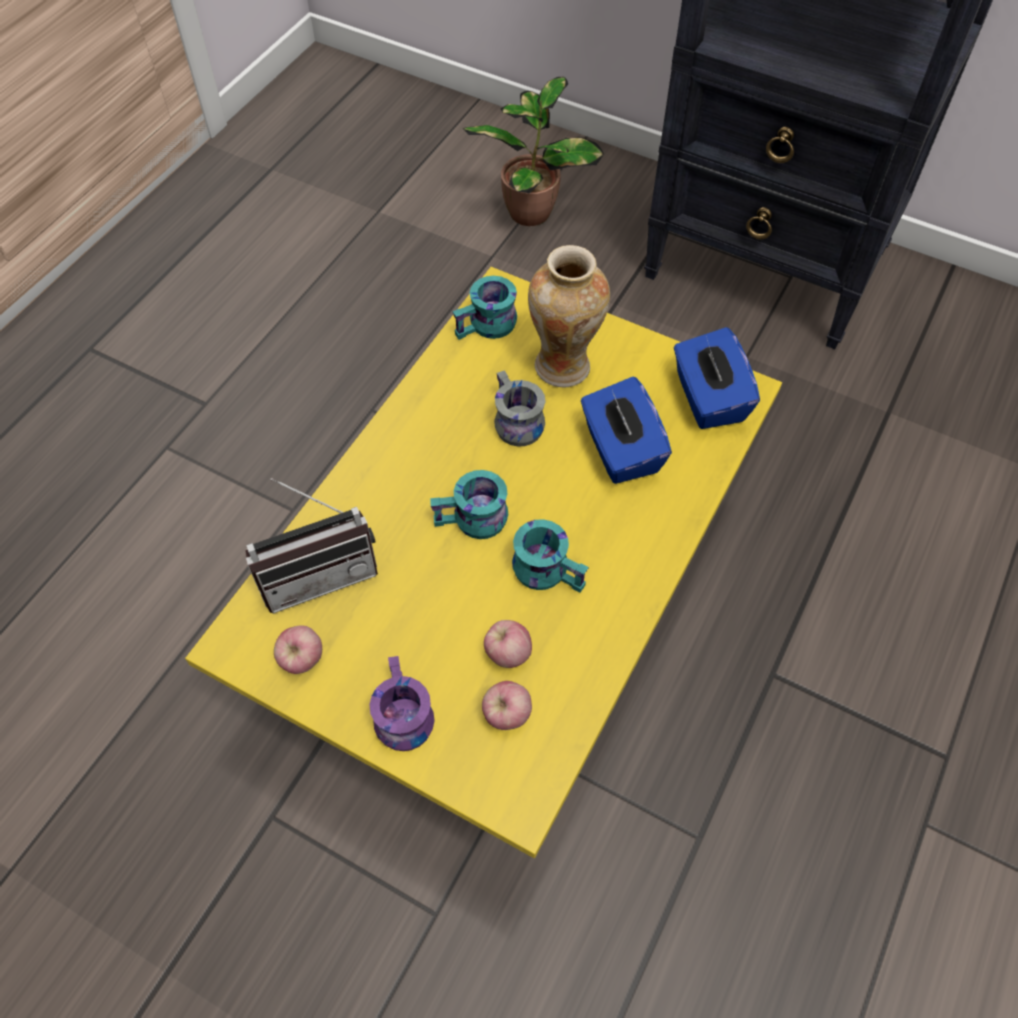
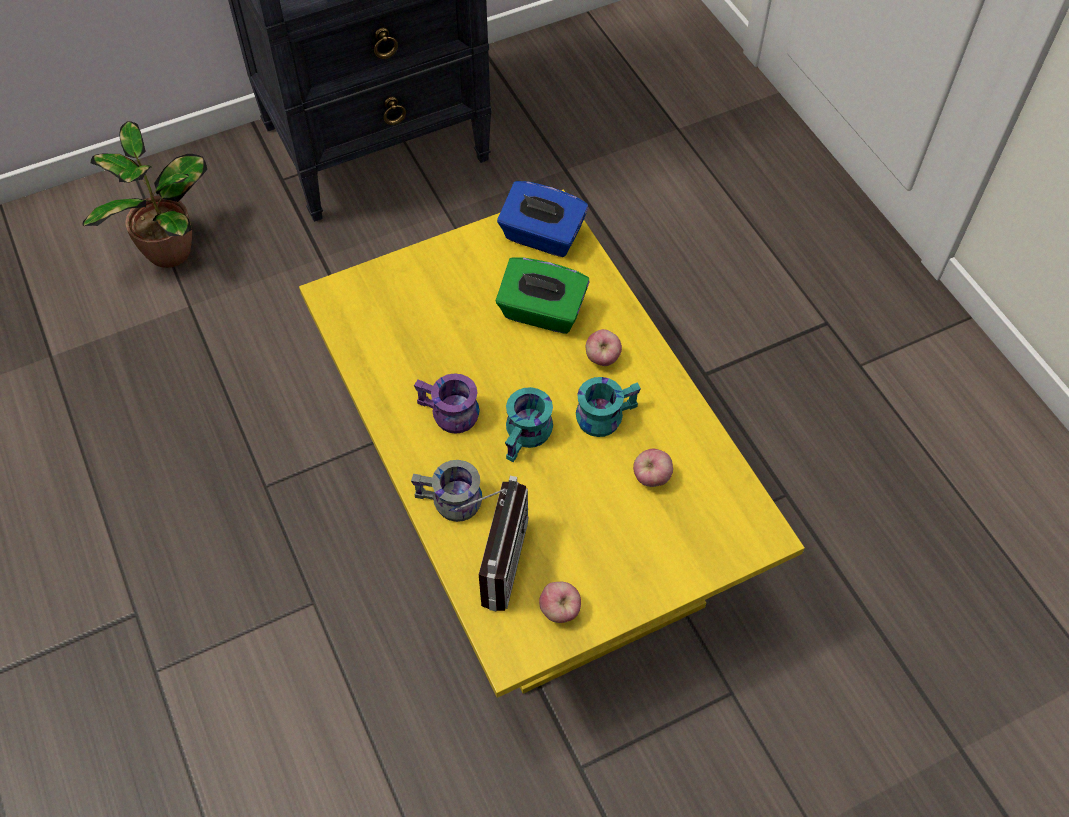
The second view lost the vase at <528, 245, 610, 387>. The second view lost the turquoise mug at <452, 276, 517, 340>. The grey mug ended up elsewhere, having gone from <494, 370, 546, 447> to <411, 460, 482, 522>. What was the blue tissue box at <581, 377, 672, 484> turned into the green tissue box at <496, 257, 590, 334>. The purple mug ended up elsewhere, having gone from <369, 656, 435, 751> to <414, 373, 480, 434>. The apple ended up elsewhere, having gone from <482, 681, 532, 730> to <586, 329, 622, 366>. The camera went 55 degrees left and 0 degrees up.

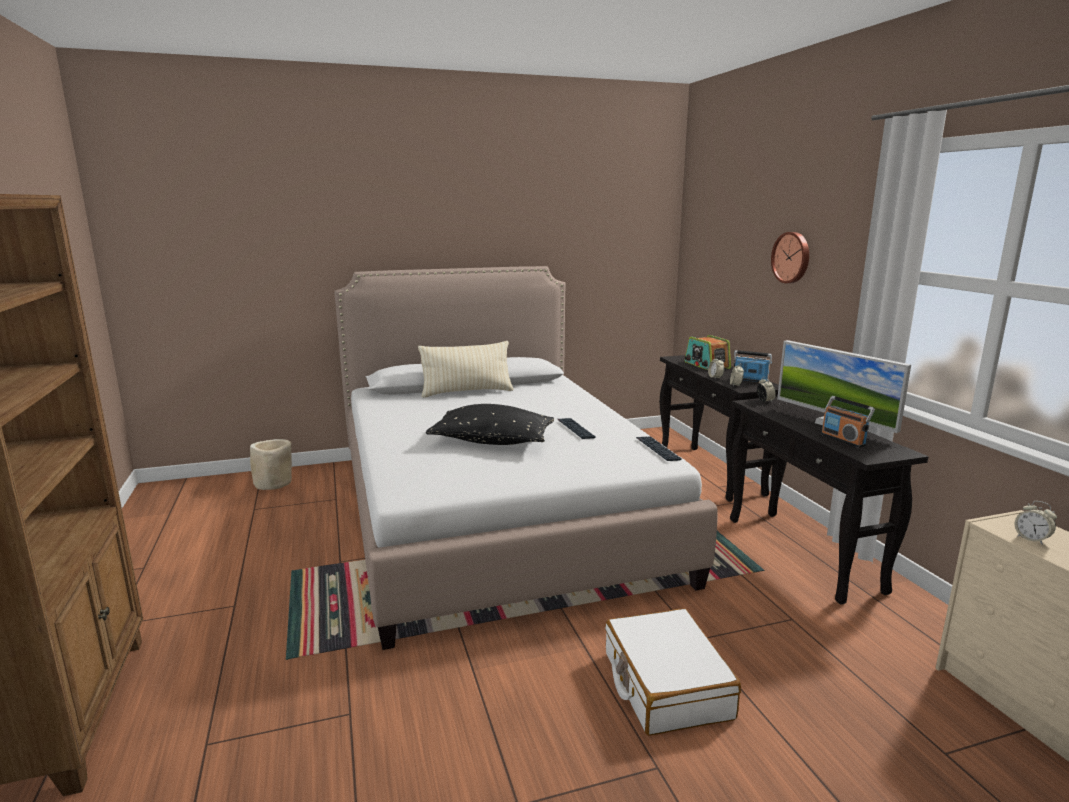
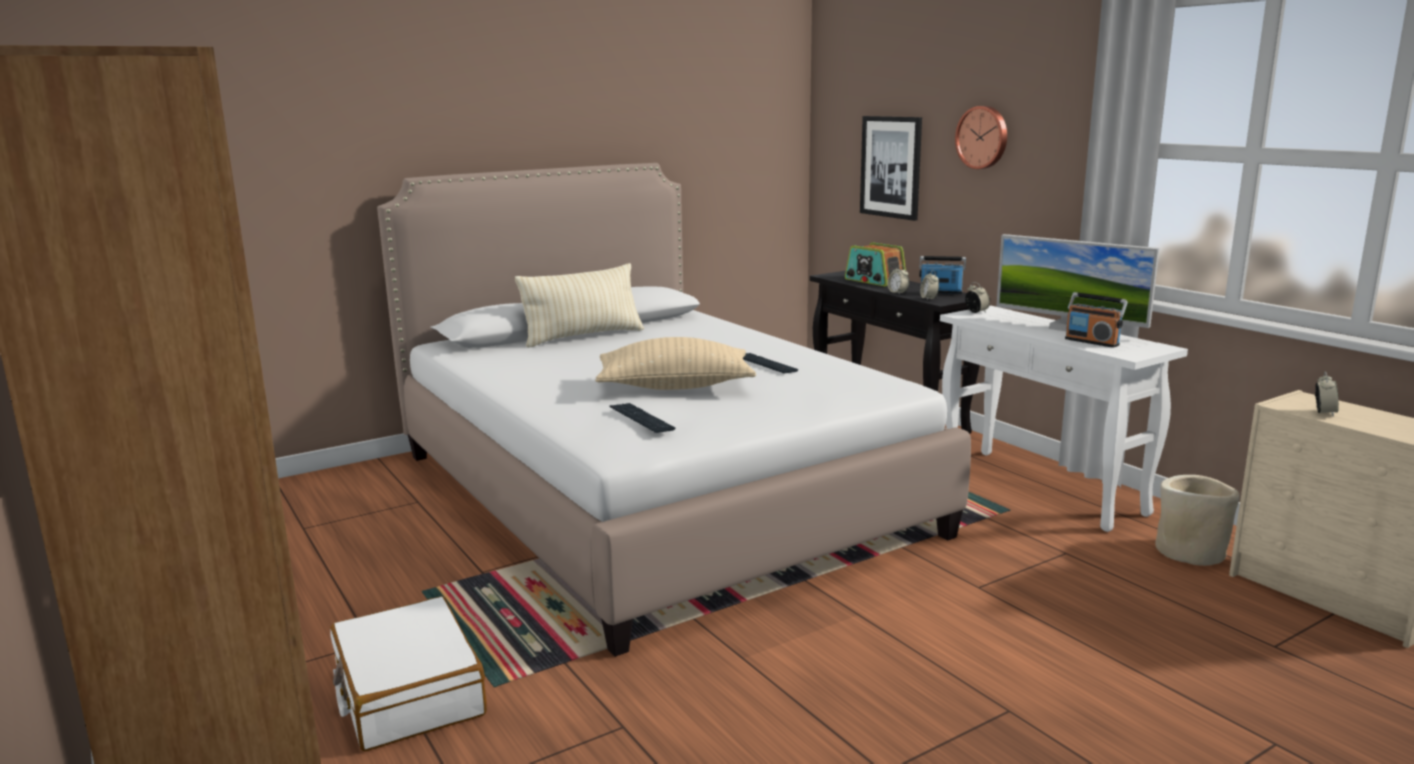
What was the black console table at <730, 396, 929, 605> turned into the white console table at <940, 306, 1188, 532>. What was the black pillow at <426, 404, 554, 445> turned into the beige pillow at <595, 337, 756, 390>. The keyboard ended up elsewhere, having gone from <636, 436, 682, 461> to <609, 403, 675, 433>. The beige planter ended up elsewhere, having gone from <250, 439, 292, 490> to <1155, 475, 1240, 566>. The alarm clock at <1015, 501, 1057, 545> ended up facing another way, 105 degrees counterclockwise from before. The white suitcase ended up elsewhere, having gone from <605, 608, 741, 736> to <330, 596, 487, 751>. The second view gained the picture at <860, 116, 922, 221>. The camera went 15 degrees left and 0 degrees up.

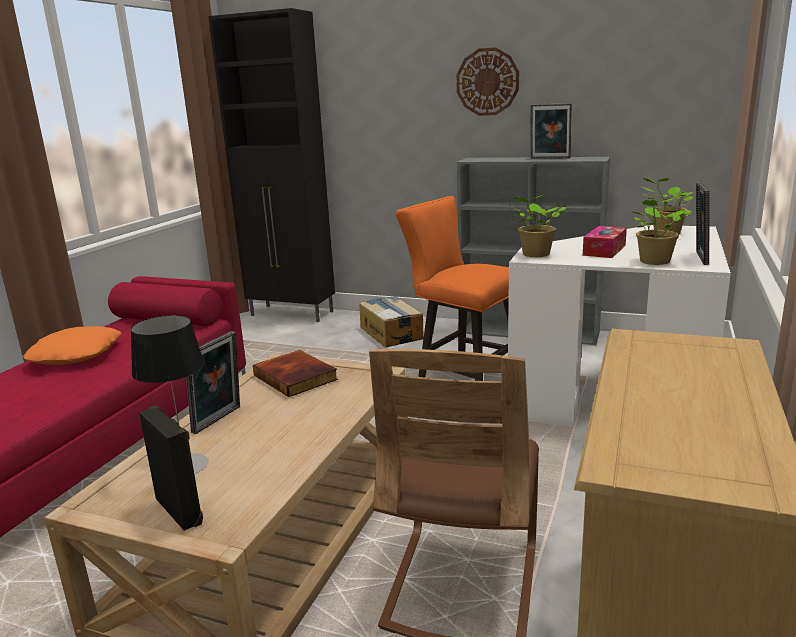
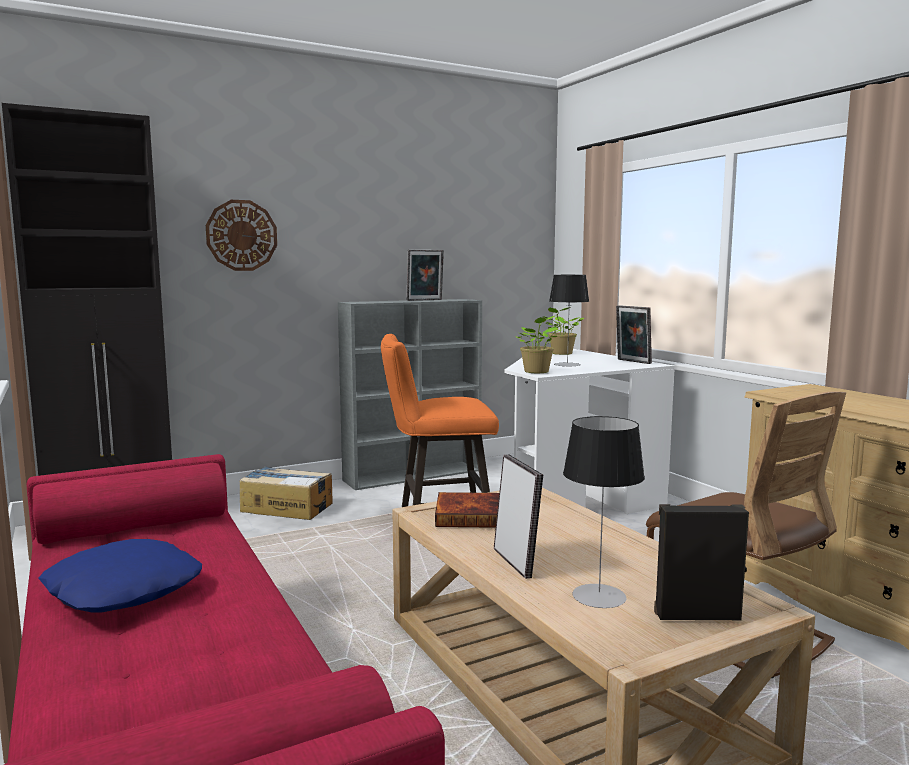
The wall clock ended up elsewhere, having gone from <456, 47, 519, 116> to <206, 200, 277, 271>. The second view lost the potted plant at <631, 198, 691, 265>. Where the tissue box stood at <583, 226, 627, 258>, the table lamp came to stand at <549, 275, 589, 367>. What was the orange pillow at <23, 326, 121, 365> turned into the blue pillow at <38, 539, 202, 612>. The camera went 50 degrees left and 10 degrees down.

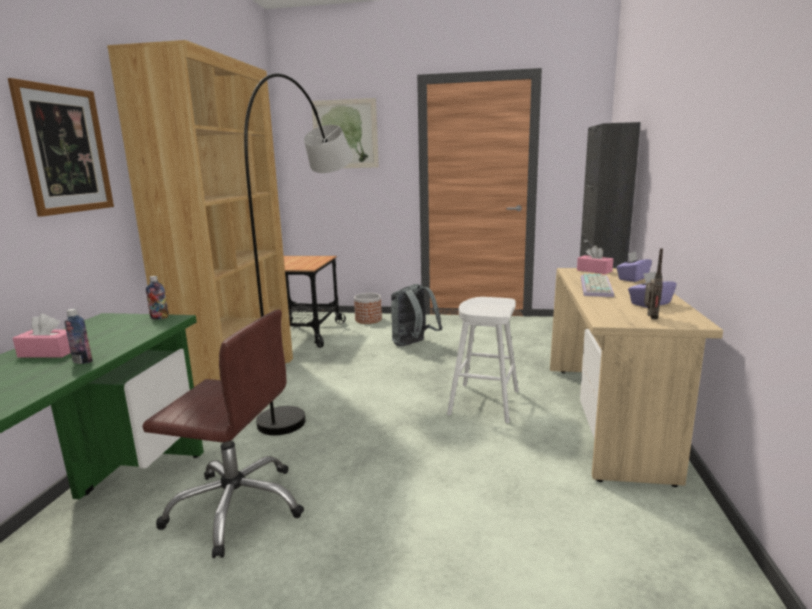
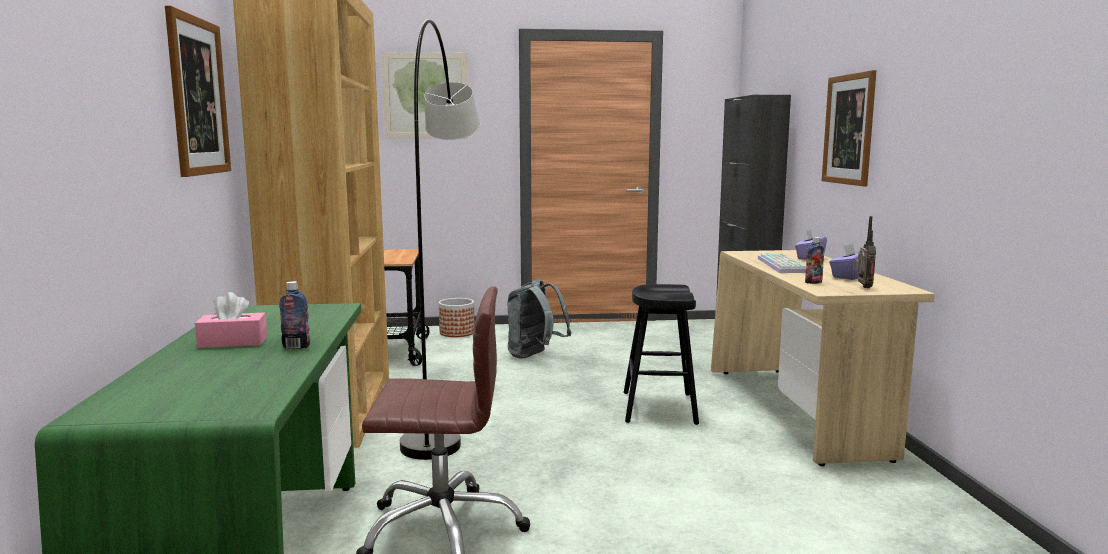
The second view lost the pink tissue box at <577, 245, 613, 274>. The bottle ended up elsewhere, having gone from <146, 276, 169, 319> to <805, 237, 824, 284>. What was the white stool at <447, 297, 519, 423> turned into the black stool at <624, 284, 699, 425>. The second view gained the picture at <822, 70, 876, 186>. The camera went 15 degrees left and 5 degrees down.

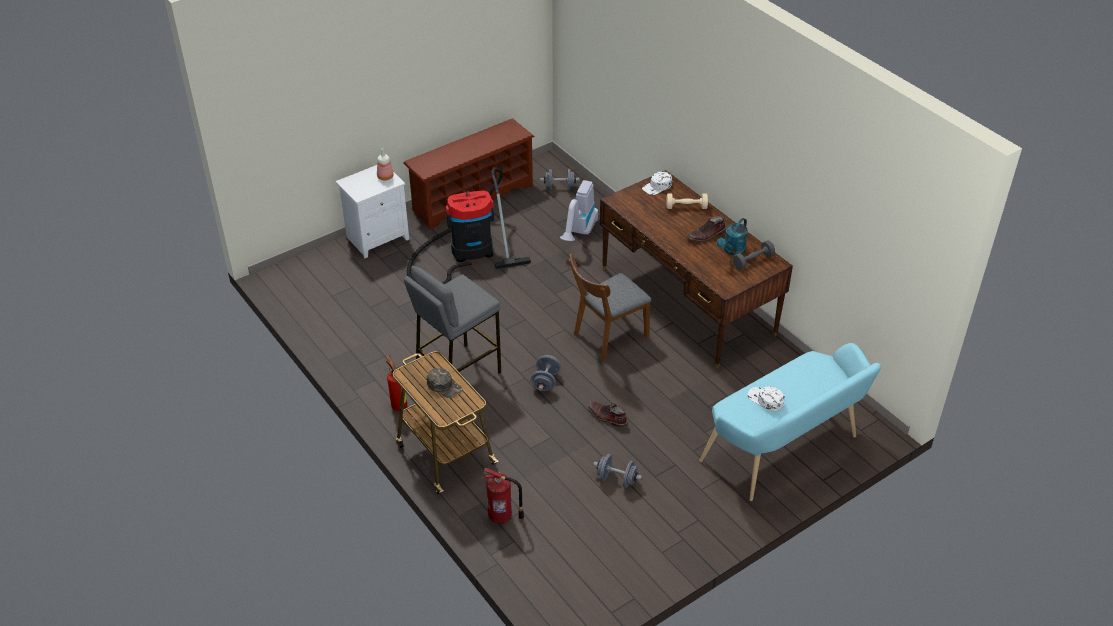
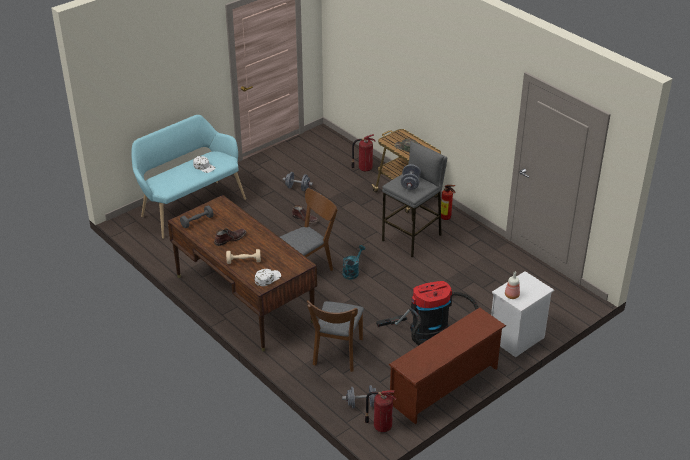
Where the vacuum cleaner stood at <560, 180, 598, 241>, the brown chair came to stand at <307, 300, 364, 372>. The turquoise watering can ended up elsewhere, having gone from <717, 218, 748, 256> to <342, 245, 366, 280>. The grey dumbbell ended up elsewhere, having gone from <531, 355, 561, 391> to <401, 164, 421, 190>. The second view gained the fire extinguisher at <365, 390, 397, 432>. The camera went 175 degrees right and 5 degrees down.

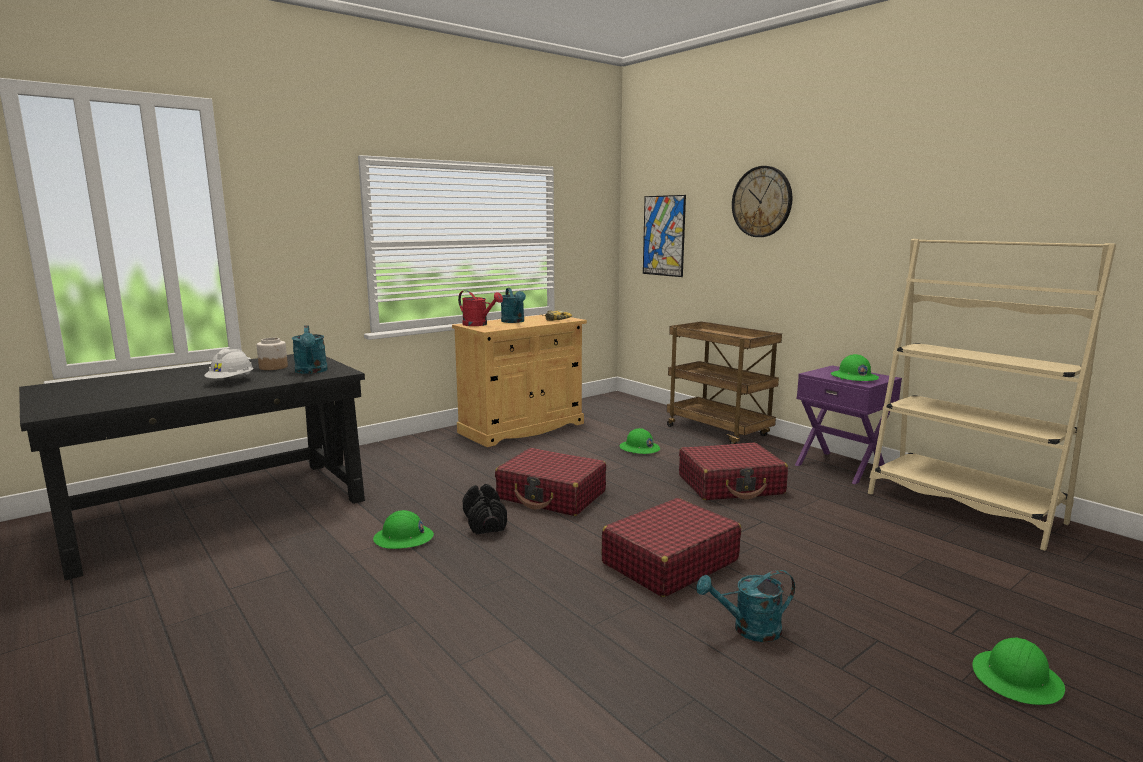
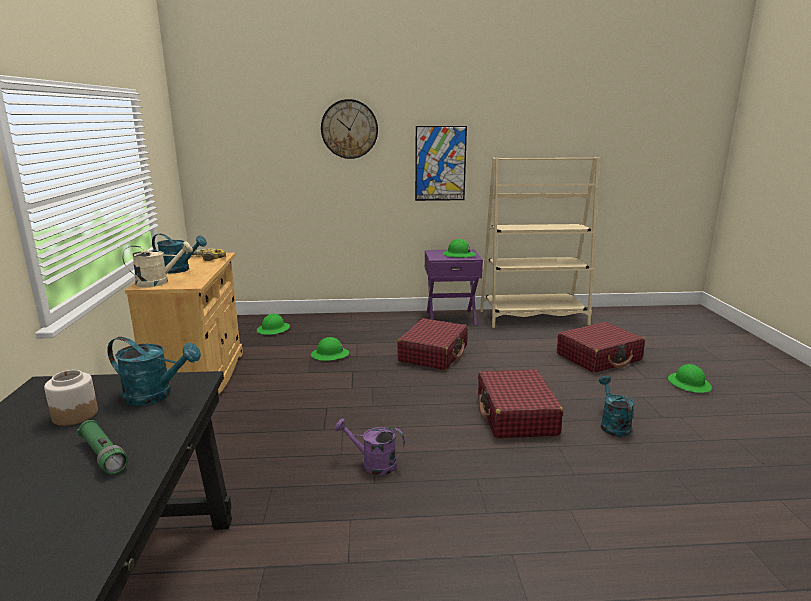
The picture ended up elsewhere, having gone from <643, 195, 686, 277> to <415, 126, 467, 201>. What was the red watering can at <458, 290, 503, 326> turned into the beige watering can at <122, 241, 193, 287>. The second view lost the brown cart at <667, 321, 782, 444>. Where the white hard hat stood at <204, 349, 253, 379>, the green flashlight came to stand at <77, 420, 128, 474>. The red suitcase ended up elsewhere, having gone from <495, 448, 606, 516> to <557, 322, 645, 373>. Where the black dumbbell stood at <463, 484, 507, 535>, the purple watering can came to stand at <334, 419, 405, 475>. The green hard hat ended up elsewhere, having gone from <373, 510, 434, 549> to <257, 314, 290, 335>. The turquoise watering can at <696, 570, 795, 642> ended up facing another way, 150 degrees clockwise from before. The camera went 55 degrees left and 5 degrees up.

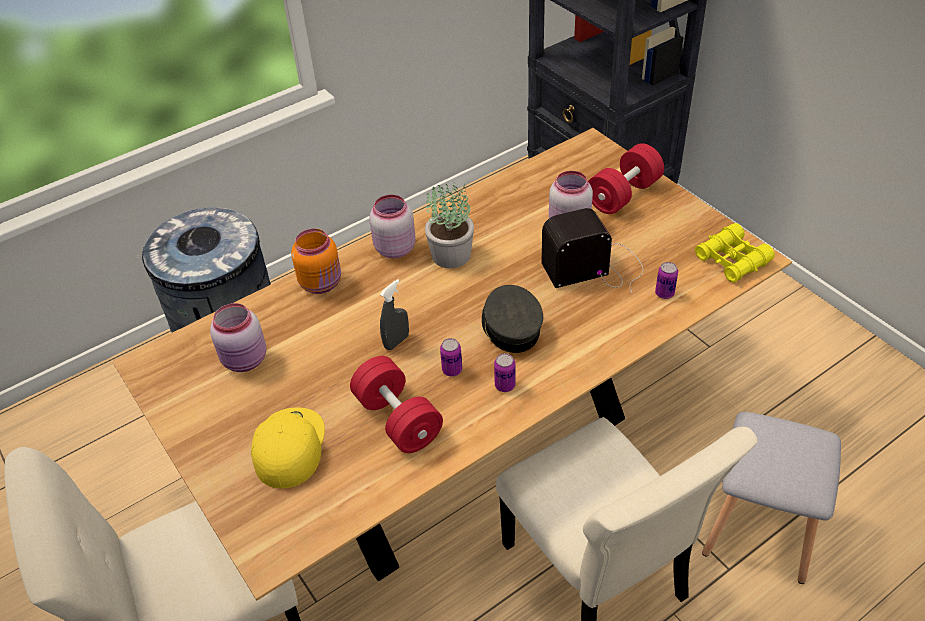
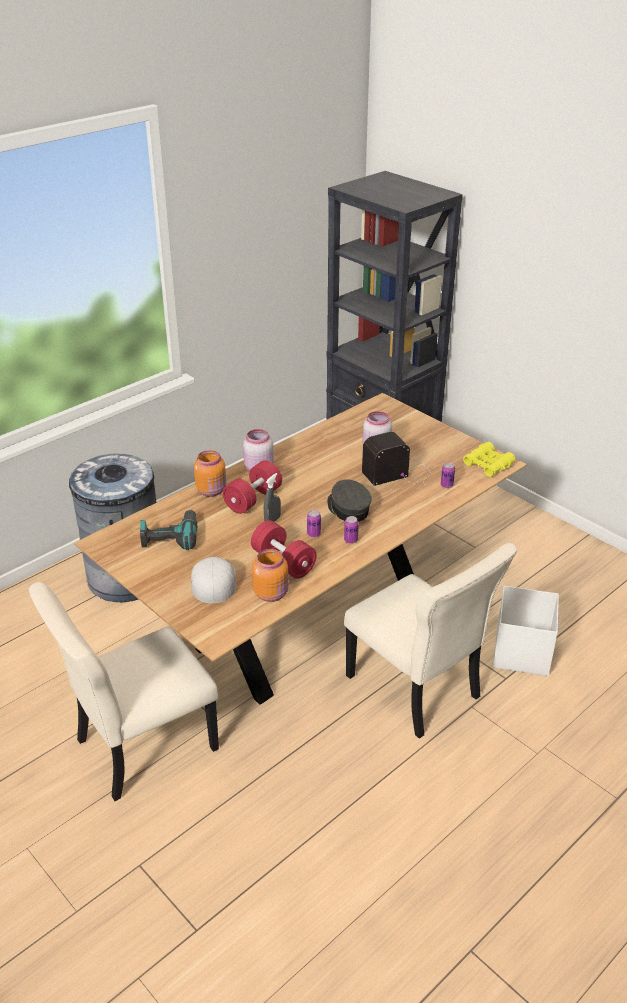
The red dumbbell ended up elsewhere, having gone from <588, 143, 664, 214> to <223, 460, 282, 514>. The second view lost the potted plant at <425, 182, 474, 268>. Where the pink jar stood at <210, 303, 266, 372>, the power drill came to stand at <140, 510, 197, 550>. What was the yellow cap at <251, 407, 325, 488> turned into the white cap at <191, 557, 236, 603>. Where the grey stool stood at <702, 411, 841, 584>, the white storage box came to stand at <493, 586, 560, 676>. The second view gained the orange jar at <252, 549, 289, 602>. The camera went 10 degrees left and 10 degrees down.

